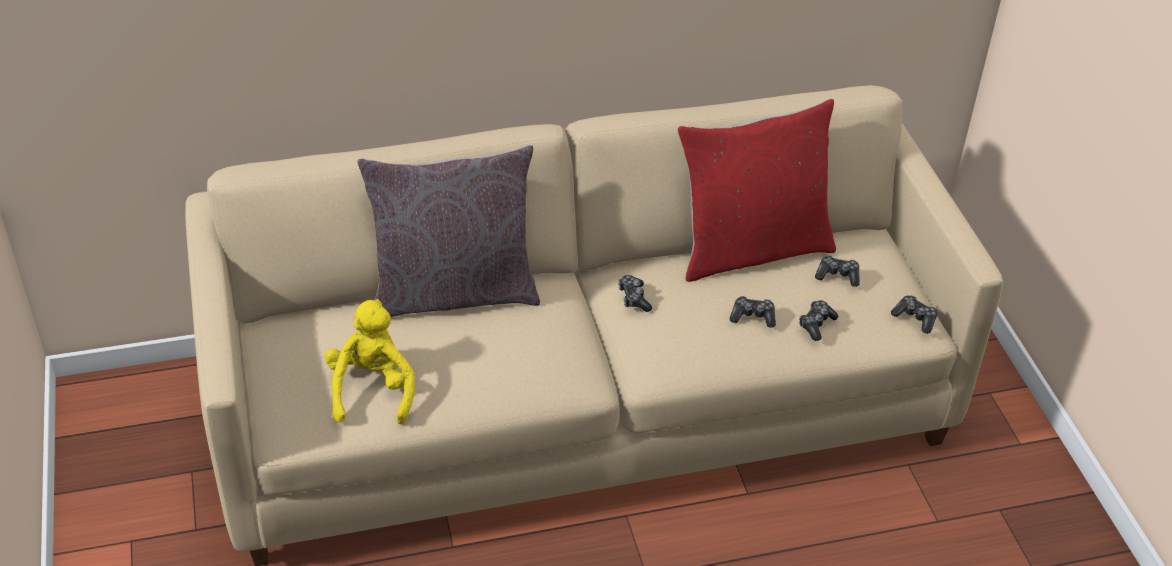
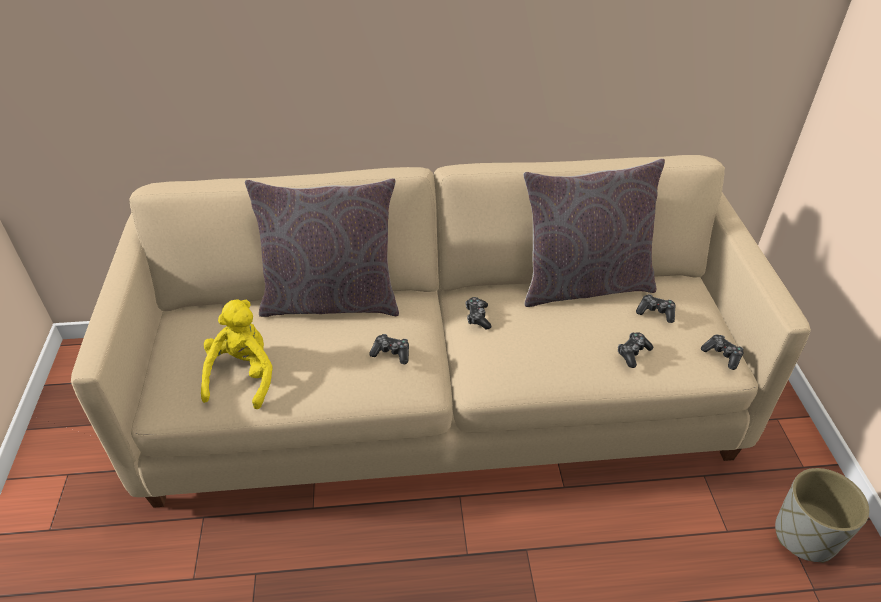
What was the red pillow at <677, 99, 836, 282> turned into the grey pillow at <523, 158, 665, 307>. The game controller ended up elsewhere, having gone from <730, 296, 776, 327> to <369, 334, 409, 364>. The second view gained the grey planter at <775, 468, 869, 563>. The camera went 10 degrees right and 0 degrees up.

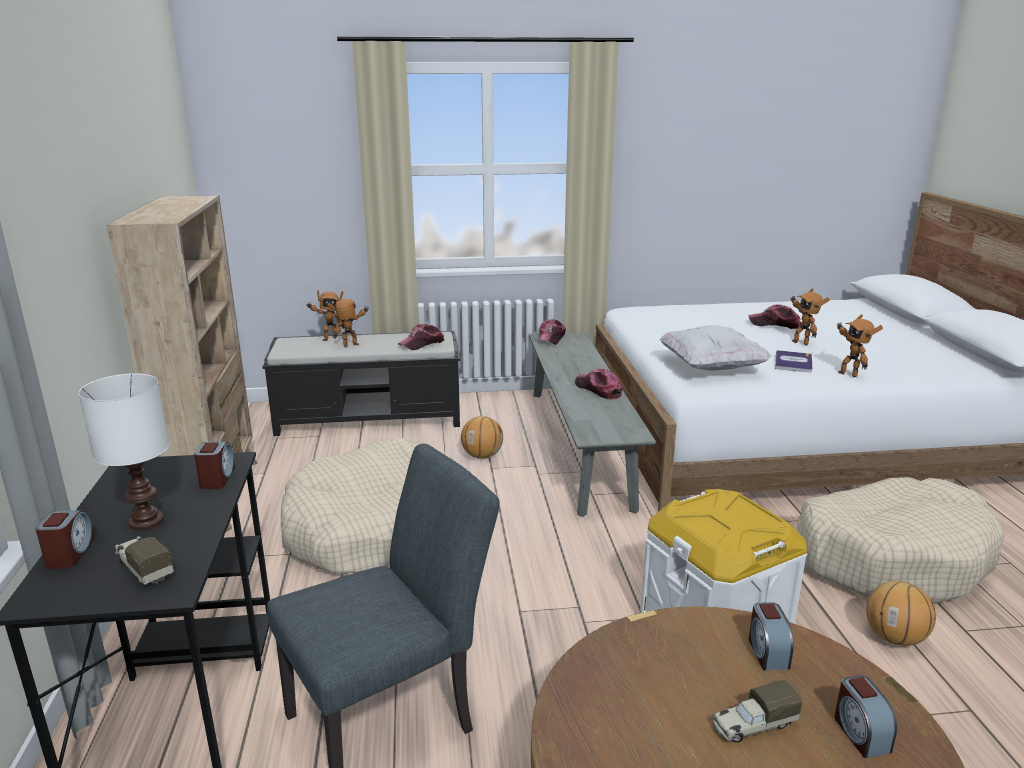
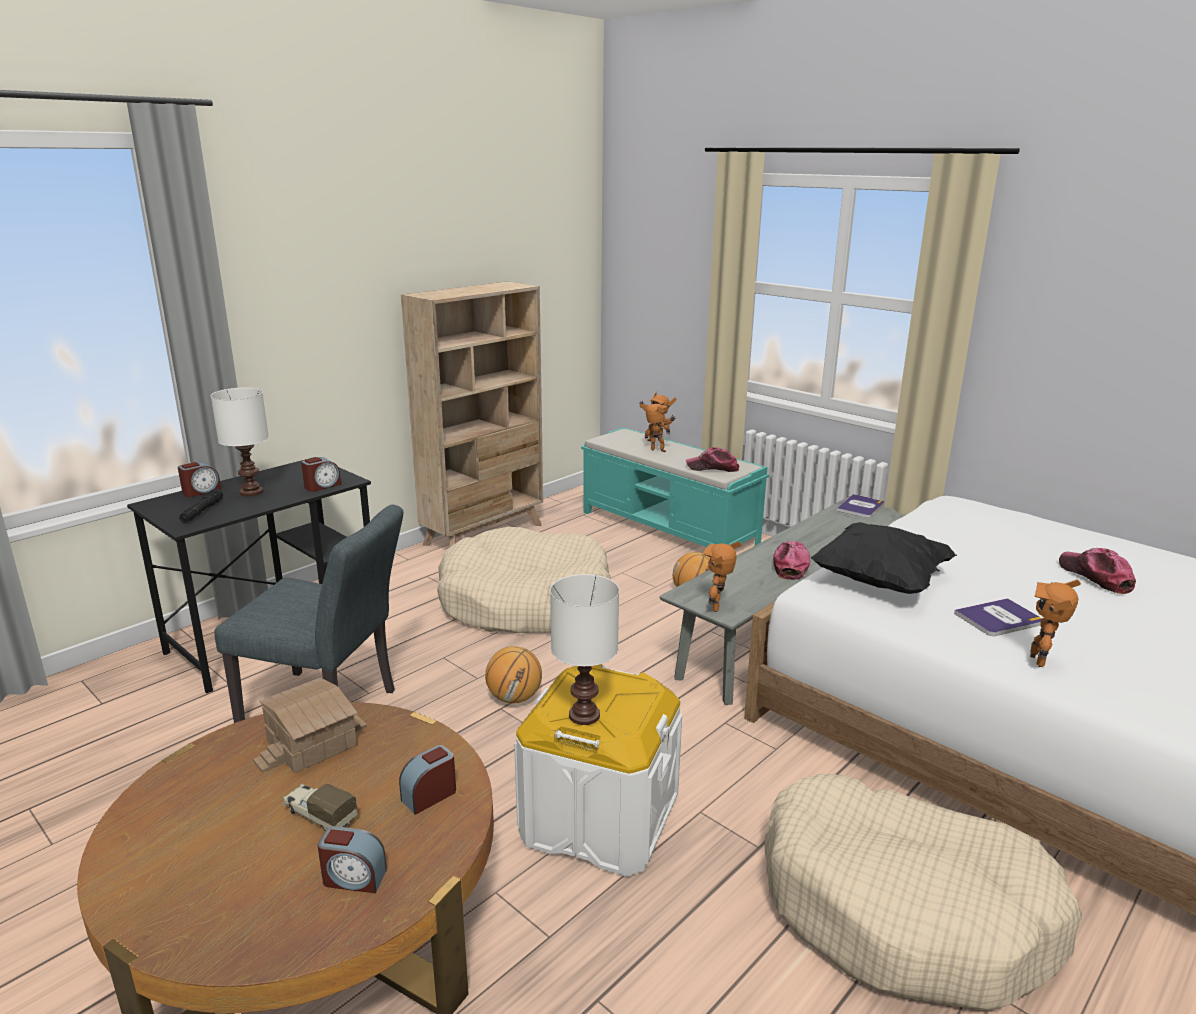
The toy robot ended up elsewhere, having gone from <791, 288, 830, 345> to <703, 541, 741, 612>. Where the cap stood at <538, 319, 566, 345>, the book came to stand at <837, 494, 884, 518>. What was the white pillow at <660, 325, 772, 371> turned into the black pillow at <811, 522, 957, 594>. What was the black bench at <262, 331, 460, 436> turned into the turquoise bench at <581, 427, 769, 547>. Where the toy truck stood at <115, 536, 174, 585>, the black flashlight came to stand at <179, 489, 223, 523>. The basketball ended up elsewhere, having gone from <866, 581, 936, 646> to <485, 646, 542, 704>. The alarm clock at <834, 675, 897, 758> ended up facing another way, 120 degrees counterclockwise from before. The second view gained the white table lamp at <550, 574, 619, 725>. The second view gained the toy house at <253, 677, 367, 773>. The camera went 50 degrees right and 0 degrees up.

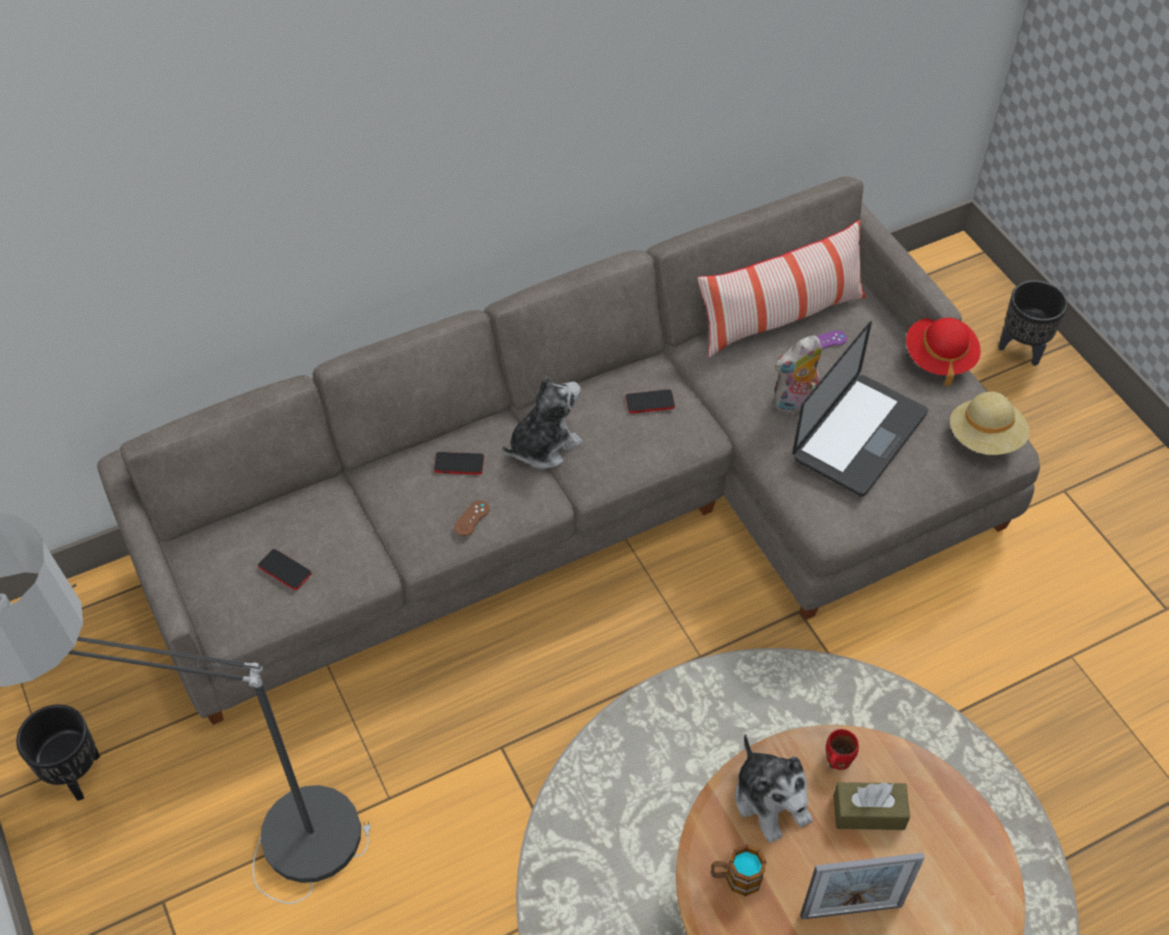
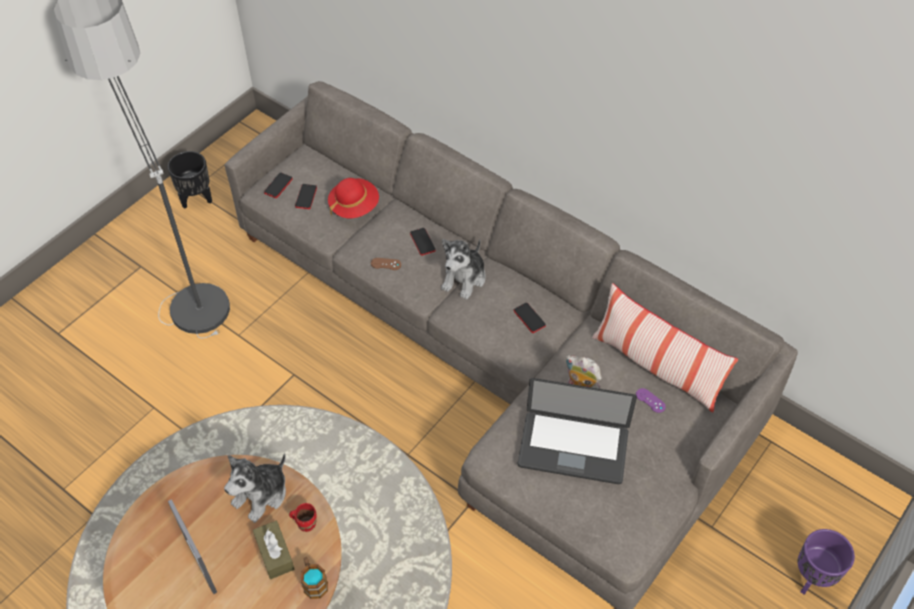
What was the black planter at <999, 280, 1068, 366> turned into the purple planter at <798, 529, 855, 595>. The red hat ended up elsewhere, having gone from <906, 318, 981, 386> to <328, 178, 379, 218>. The plush toy at <502, 376, 582, 469> ended up facing another way, 90 degrees clockwise from before. The second view lost the beige hat at <950, 392, 1030, 455>. The mug ended up elsewhere, having gone from <711, 844, 767, 896> to <300, 557, 328, 599>. The second view gained the phone at <264, 173, 293, 198>. The camera went 65 degrees right and 0 degrees up.

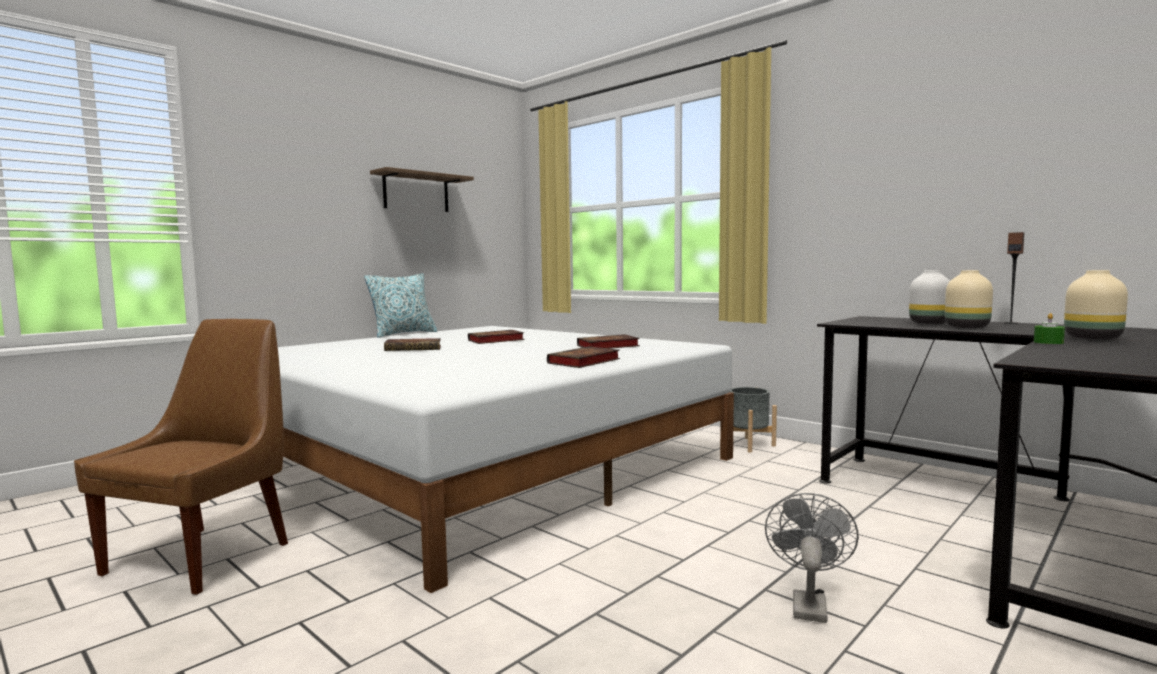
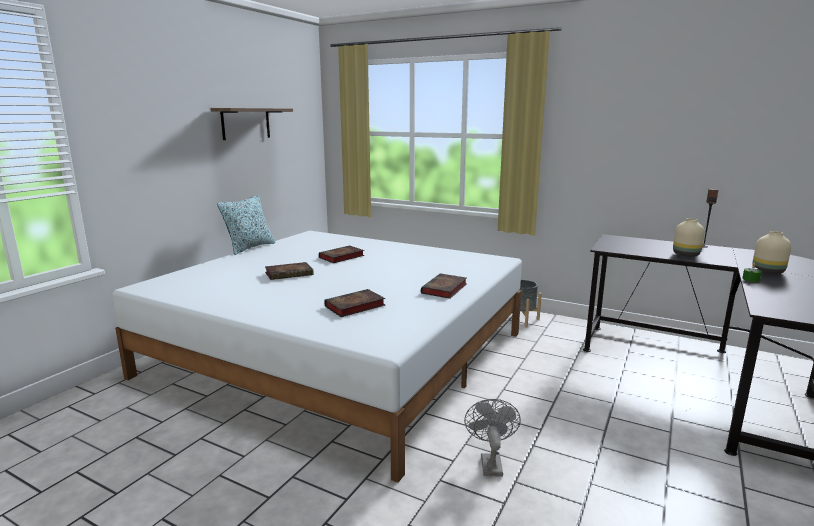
The second view lost the white vase at <909, 270, 950, 324>. The second view lost the brown chair at <74, 319, 288, 595>. The book ended up elsewhere, having gone from <577, 334, 640, 349> to <324, 289, 385, 317>. The grey fan ended up elsewhere, having gone from <765, 493, 859, 623> to <464, 399, 521, 477>. The camera went 15 degrees left and 10 degrees up.

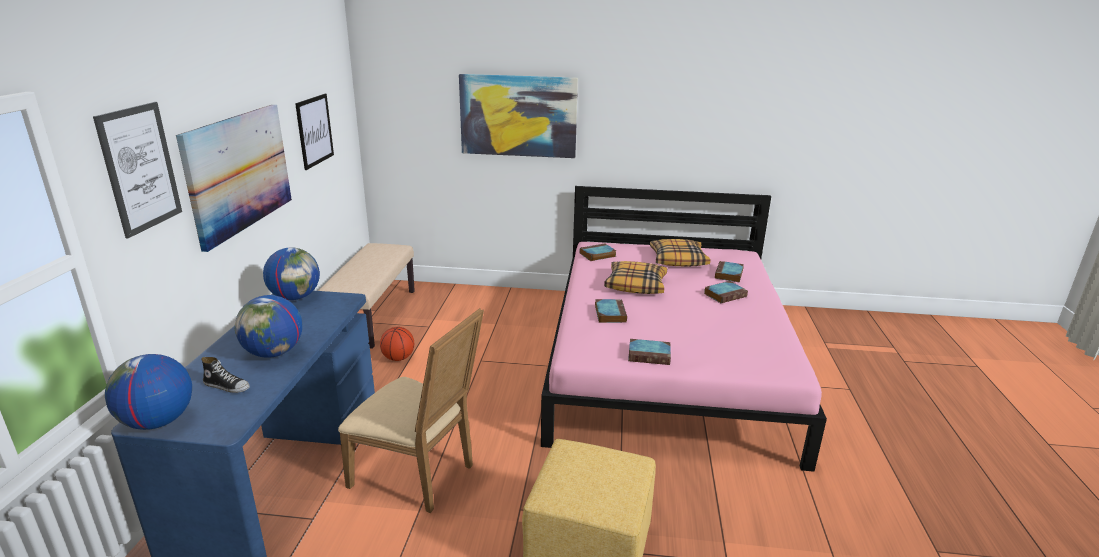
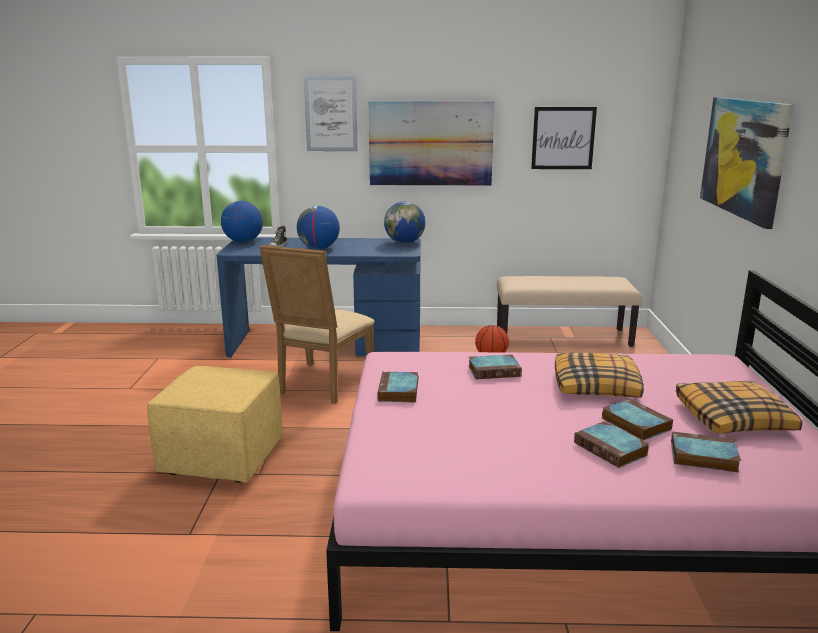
The book ended up elsewhere, having gone from <580, 244, 616, 261> to <602, 399, 673, 441>. The camera went 85 degrees right and 5 degrees down.

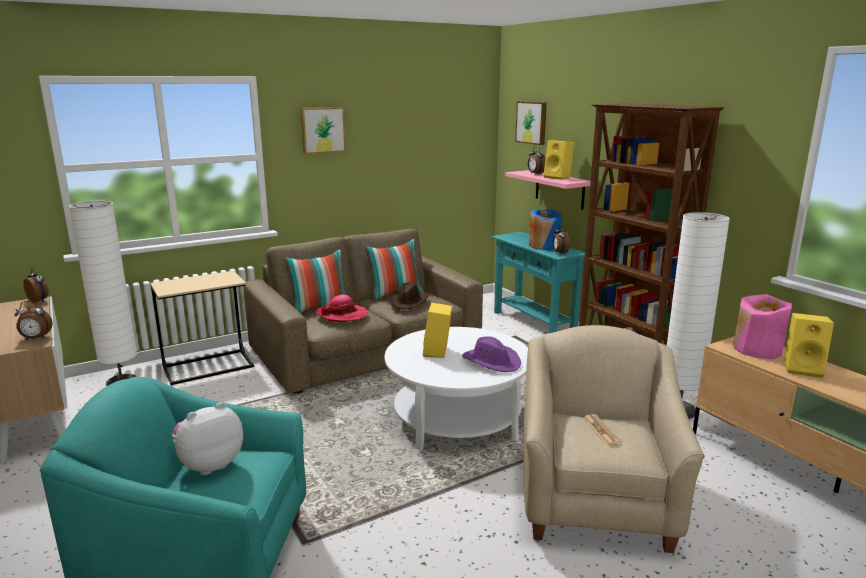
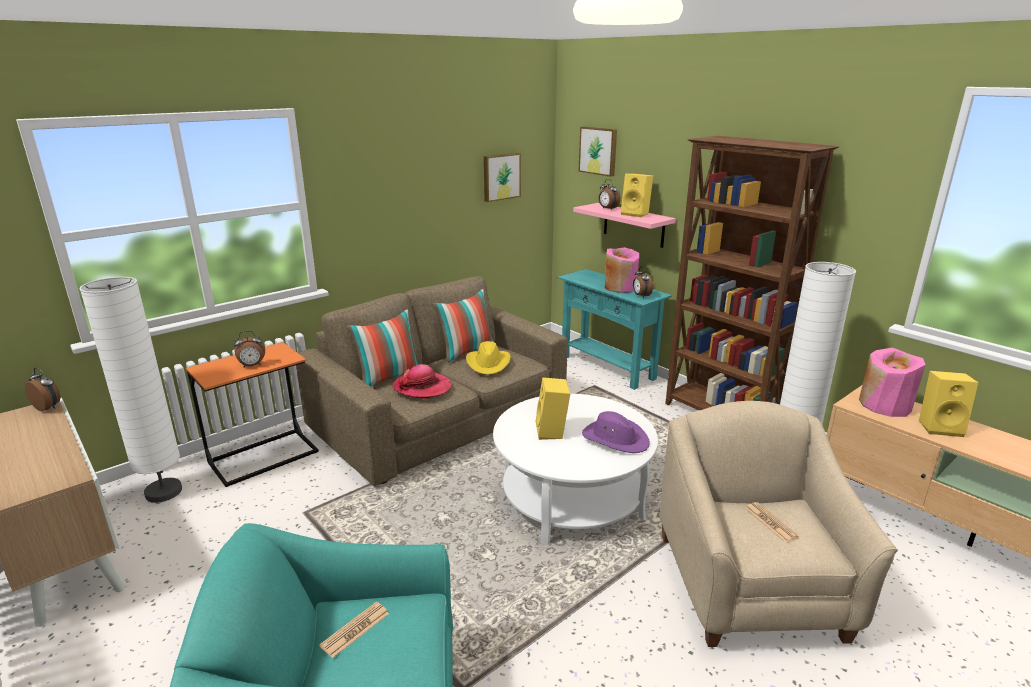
The picture ended up elsewhere, having gone from <301, 107, 346, 154> to <484, 153, 521, 202>. What was the blue vase at <529, 209, 562, 250> turned into the pink vase at <605, 247, 639, 293>. What was the beige side table at <150, 271, 254, 385> turned into the orange side table at <186, 342, 319, 487>. What was the brown hat at <388, 283, 428, 310> turned into the yellow hat at <466, 341, 511, 375>. The alarm clock ended up elsewhere, having gone from <14, 301, 53, 339> to <234, 331, 265, 367>. Where the plush toy stood at <172, 403, 243, 475>, the newspaper came to stand at <319, 602, 389, 658>. The camera went 10 degrees left and 5 degrees up.

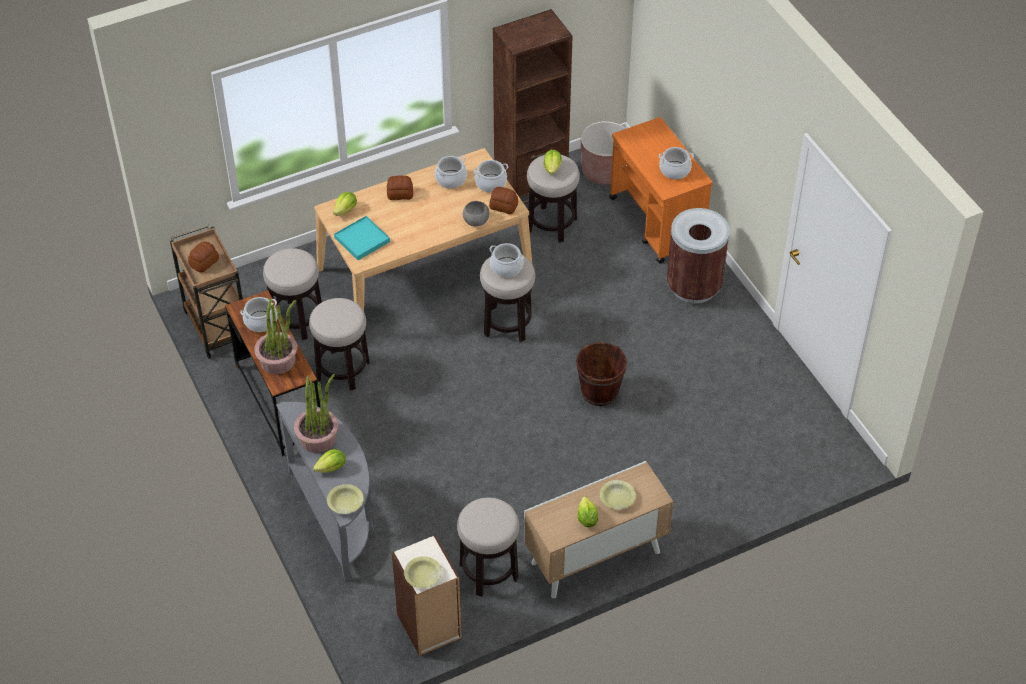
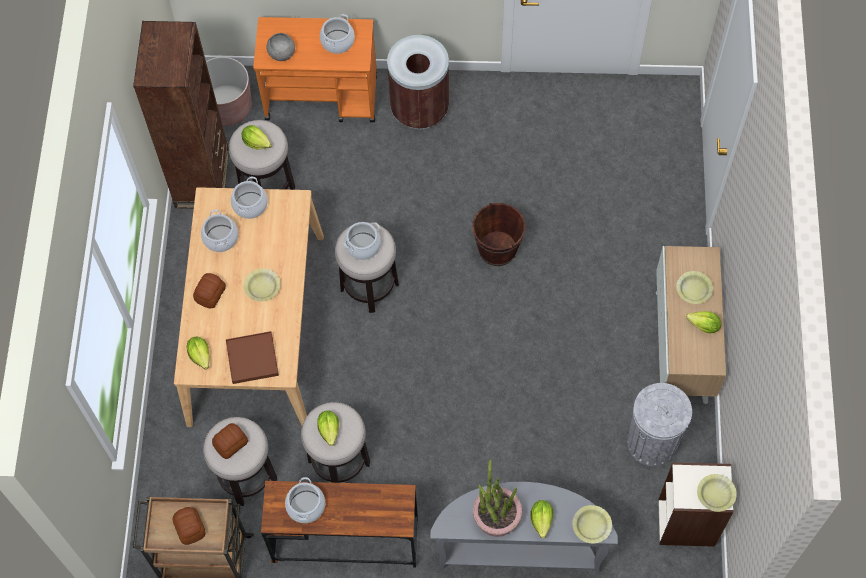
The bread ended up elsewhere, having gone from <489, 187, 518, 214> to <212, 423, 248, 459>. The grey bowl ended up elsewhere, having gone from <463, 201, 489, 226> to <266, 33, 295, 61>. What was the turquoise tray at <334, 216, 390, 260> turned into the brown tray at <226, 331, 279, 384>. The second view lost the potted plant at <254, 298, 297, 374>. Where the stool stood at <457, 497, 519, 596>, the grey trash can came to stand at <627, 383, 692, 466>. The second view gained the yellow bowl at <244, 268, 280, 302>. The second view gained the lettuce at <317, 410, 339, 446>. The camera went 60 degrees left and 15 degrees up.

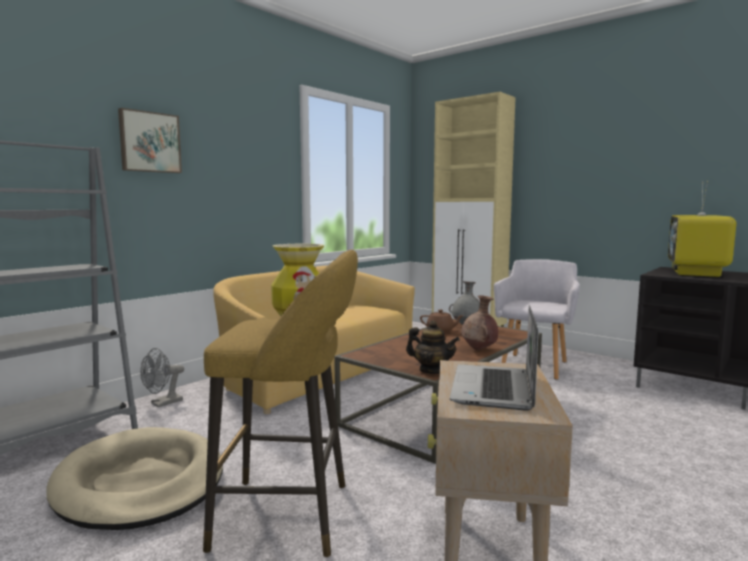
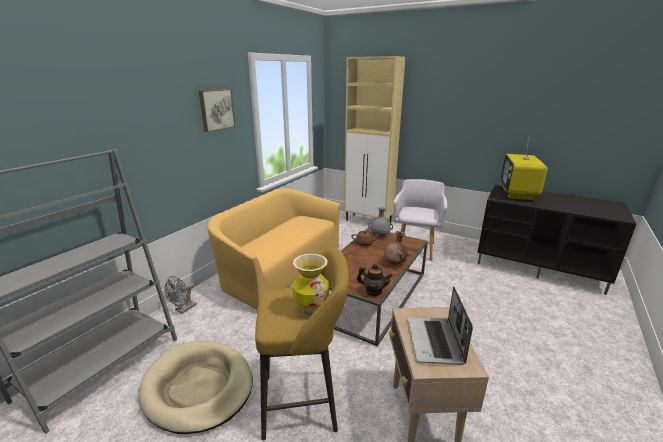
The picture ended up elsewhere, having gone from <118, 108, 182, 173> to <199, 89, 236, 132>. The camera went 10 degrees left and 15 degrees up.

